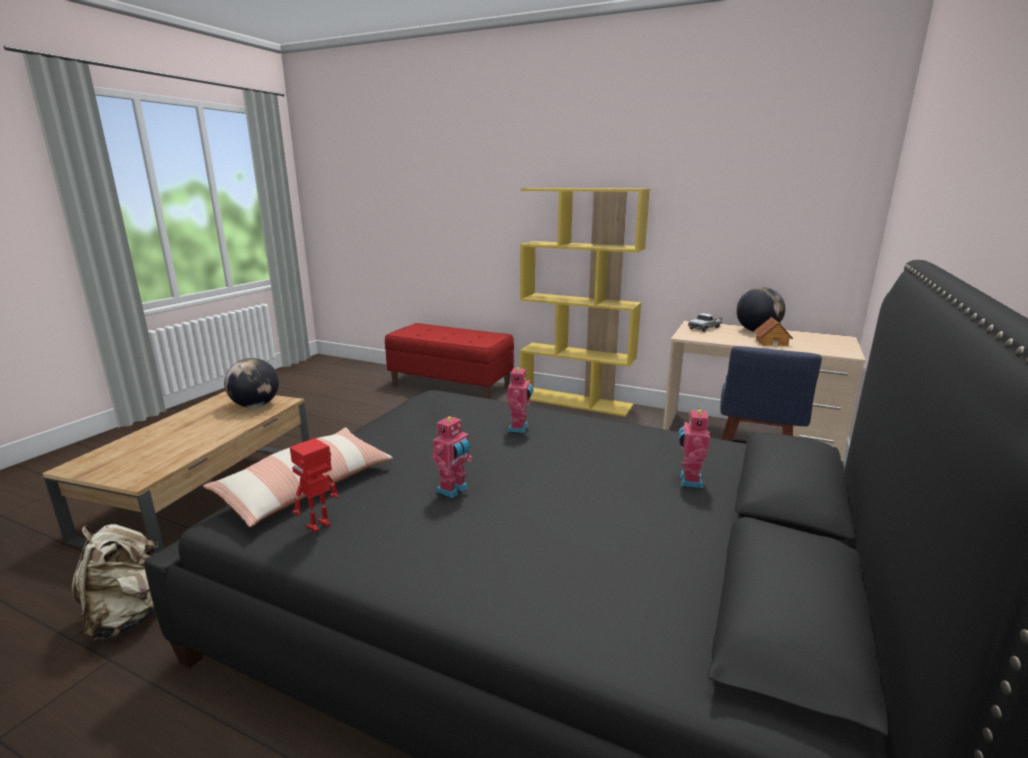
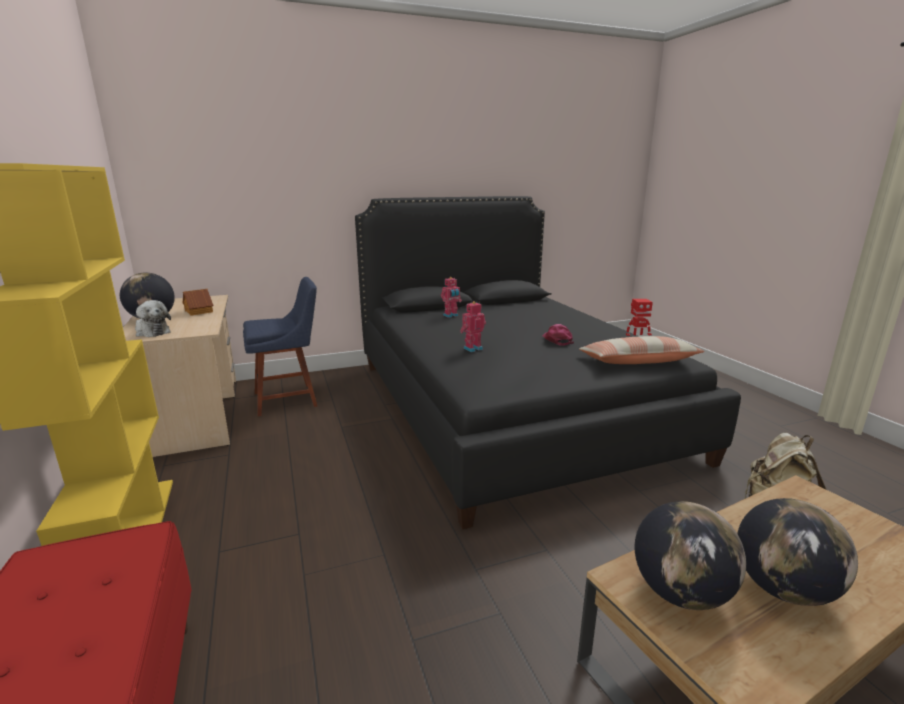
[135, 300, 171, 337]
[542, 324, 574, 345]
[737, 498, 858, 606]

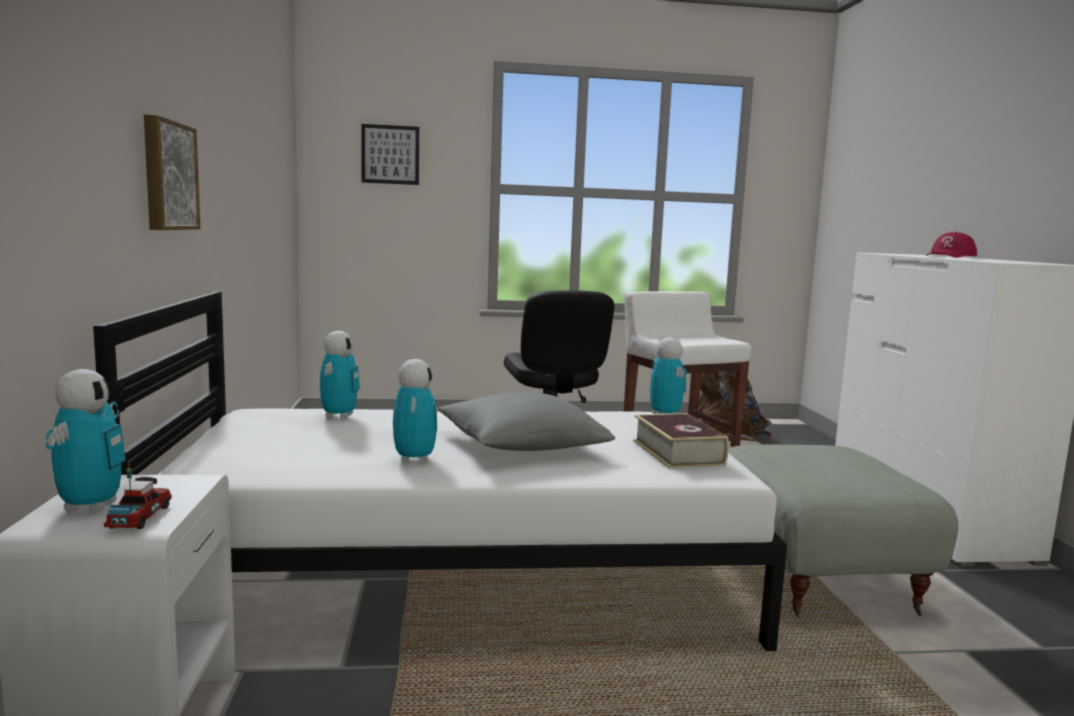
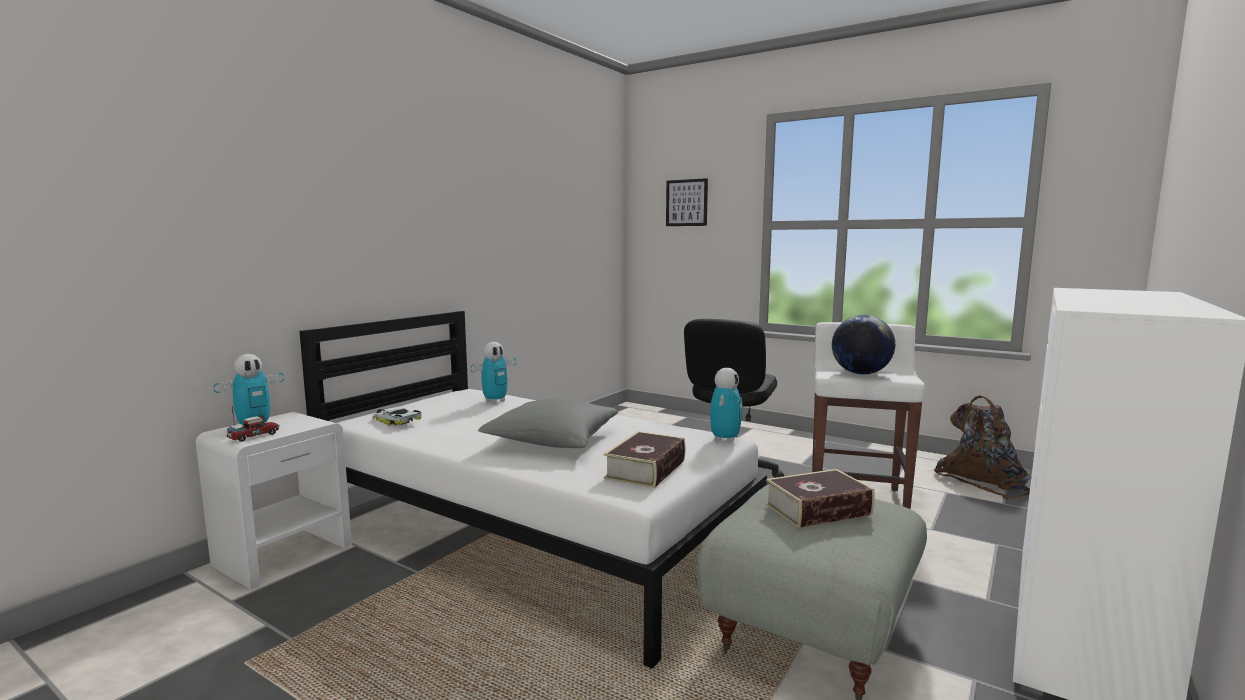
[373, 408, 422, 426]
[765, 469, 875, 528]
[832, 315, 895, 375]
[144, 115, 200, 230] (first image)
[393, 359, 437, 463] (first image)
[926, 232, 977, 258] (first image)

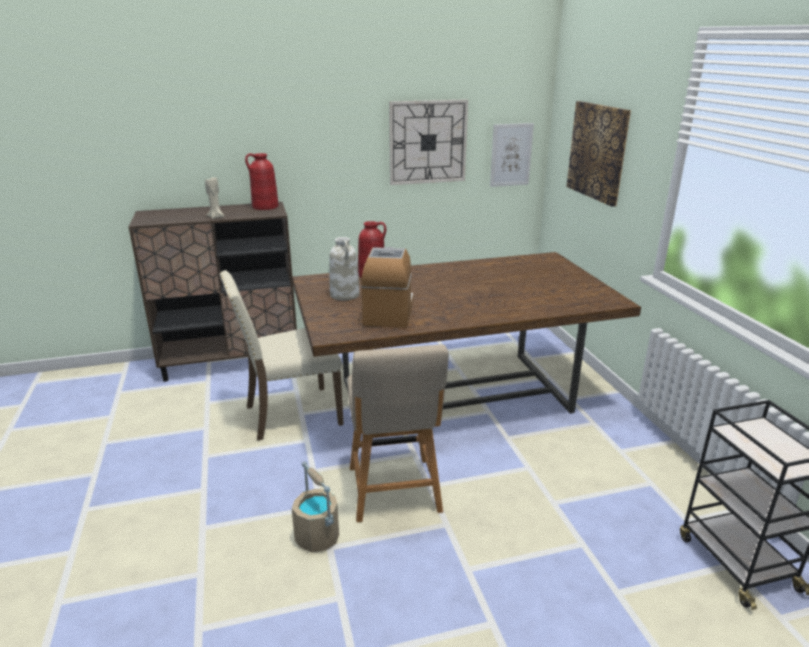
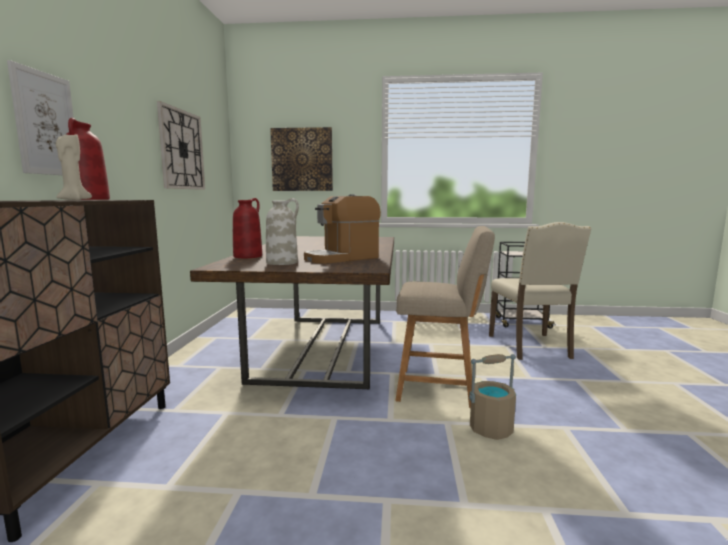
[7, 60, 74, 175]
[304, 194, 381, 264]
[489, 222, 592, 360]

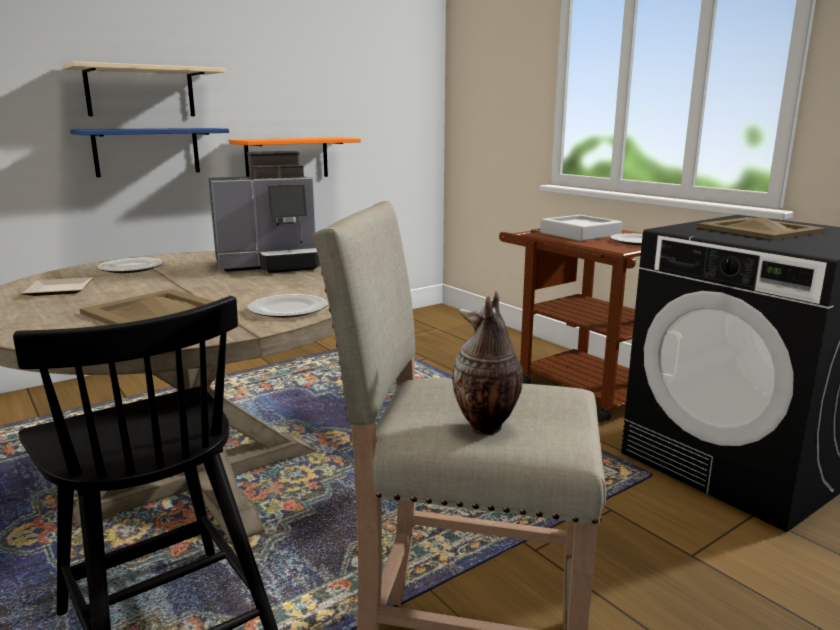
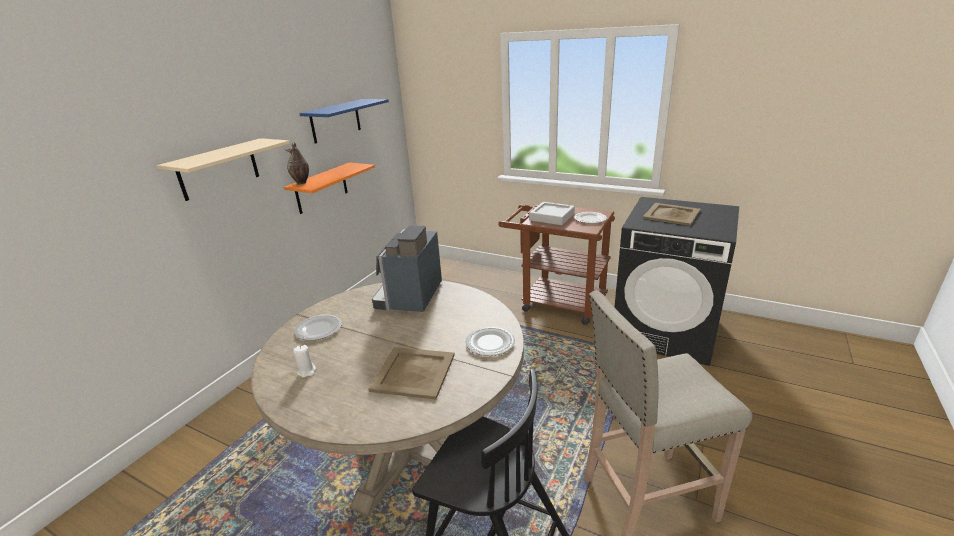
[285, 142, 309, 184]
[293, 345, 316, 377]
[299, 99, 389, 144]
[372, 225, 442, 312]

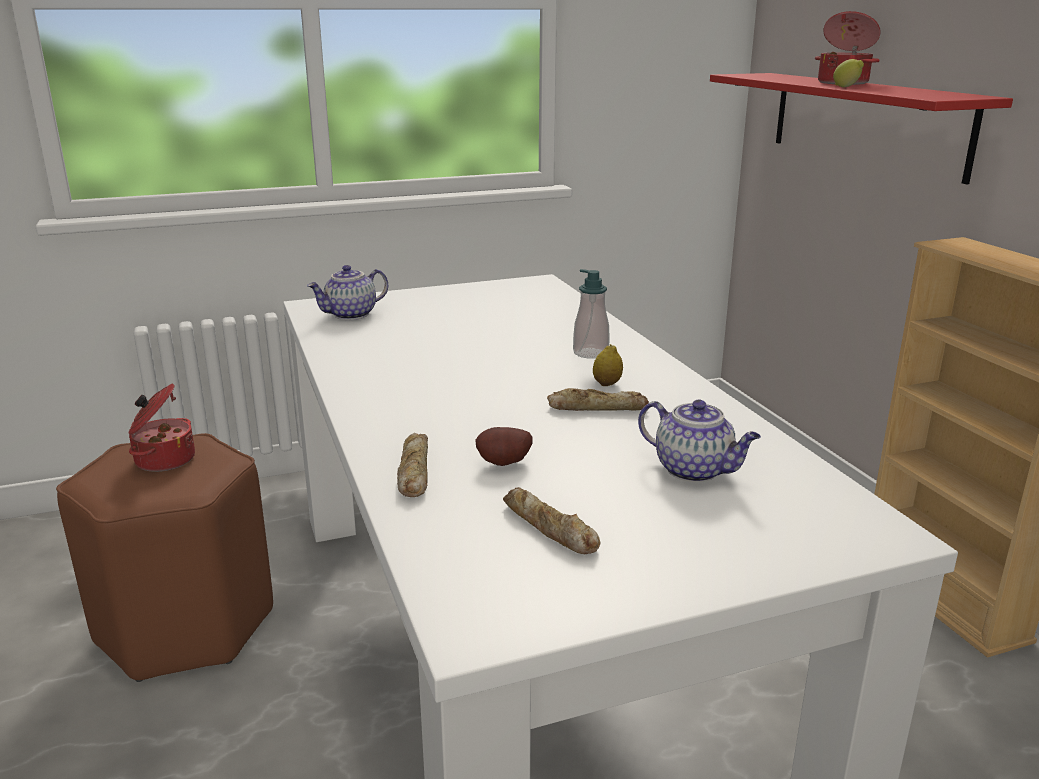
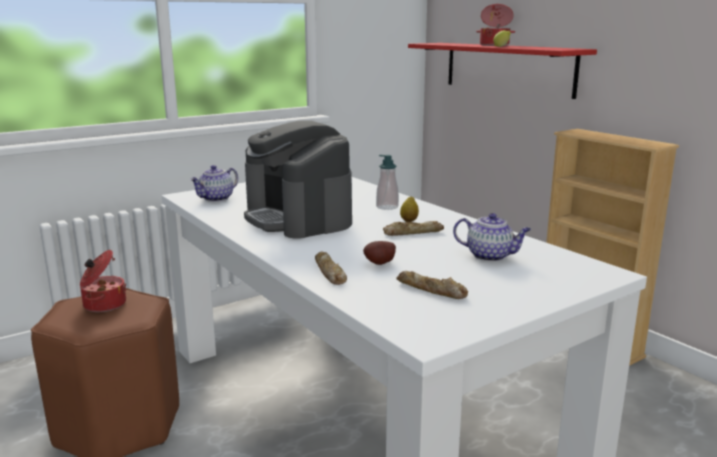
[244, 121, 352, 238]

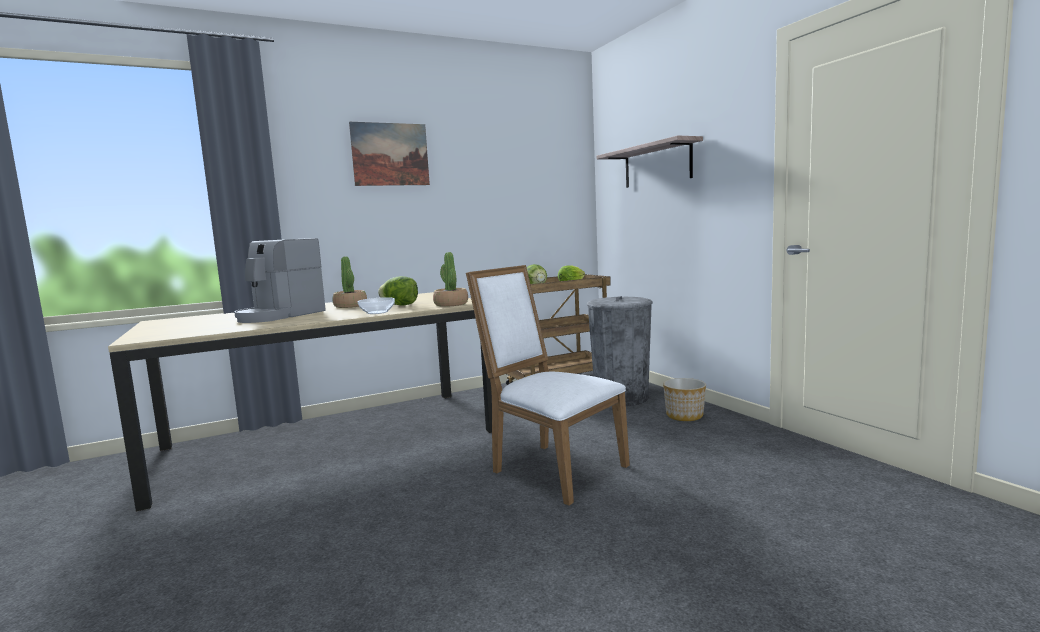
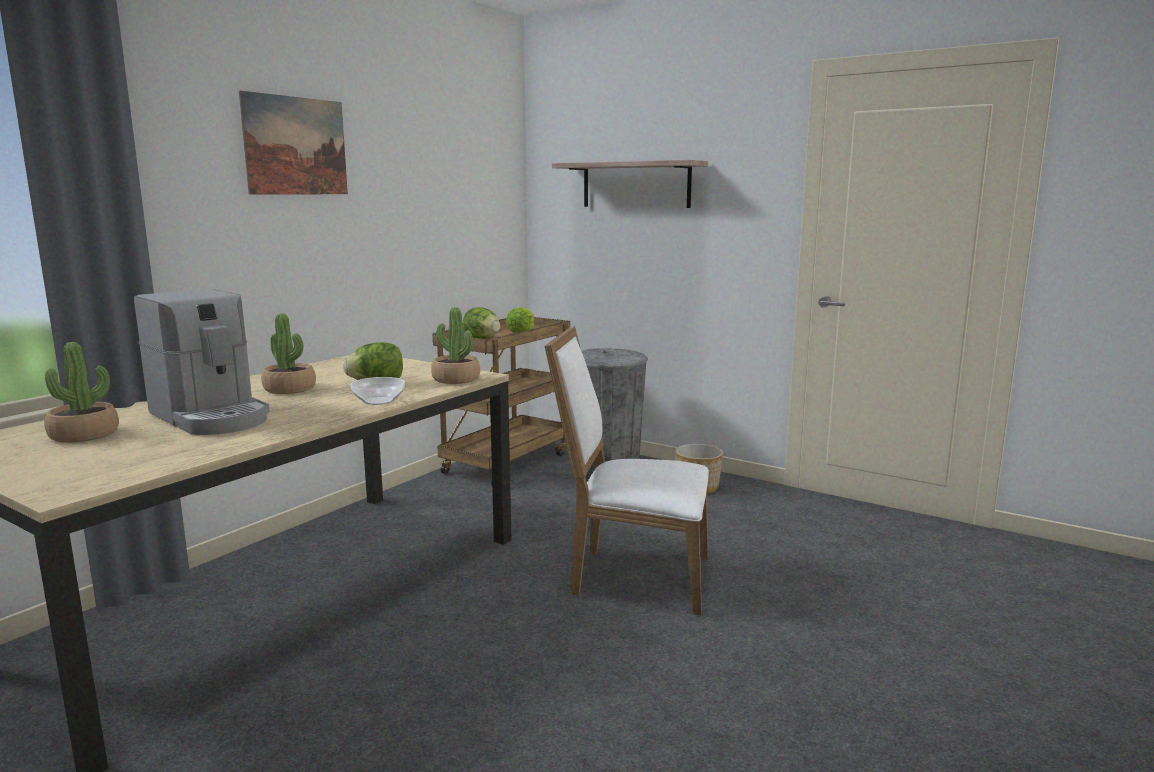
[44, 342, 119, 443]
[134, 289, 270, 435]

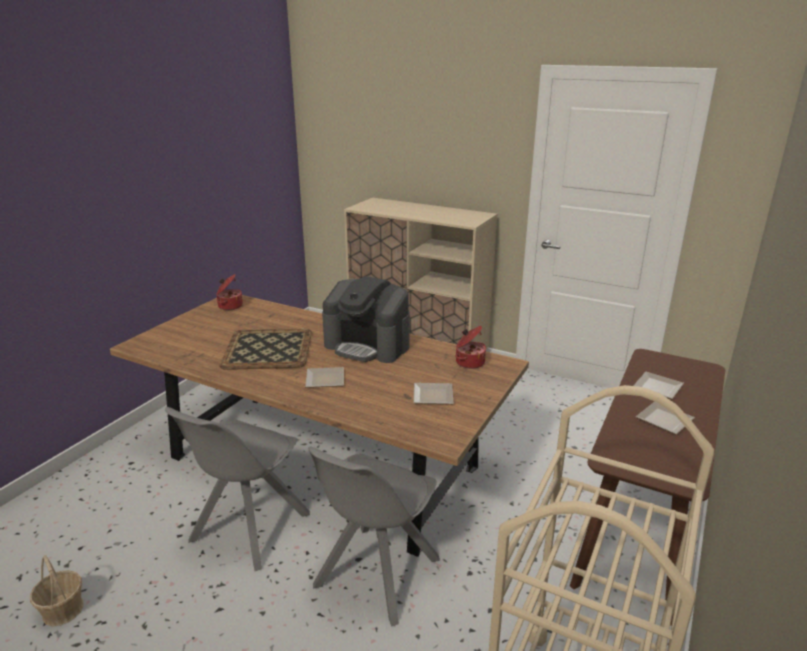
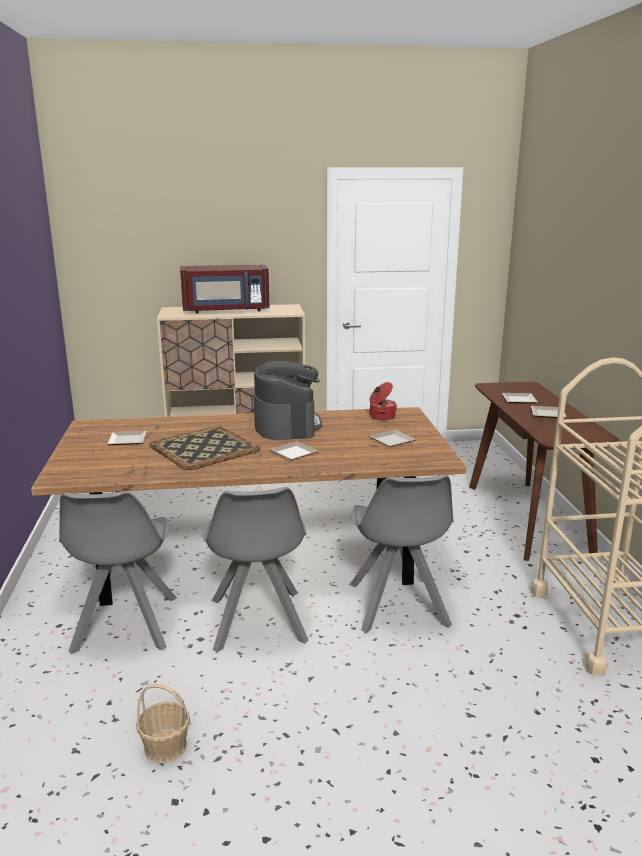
[59, 491, 177, 654]
[107, 431, 146, 445]
[180, 264, 270, 313]
[254, 361, 322, 440]
[216, 274, 243, 310] (first image)

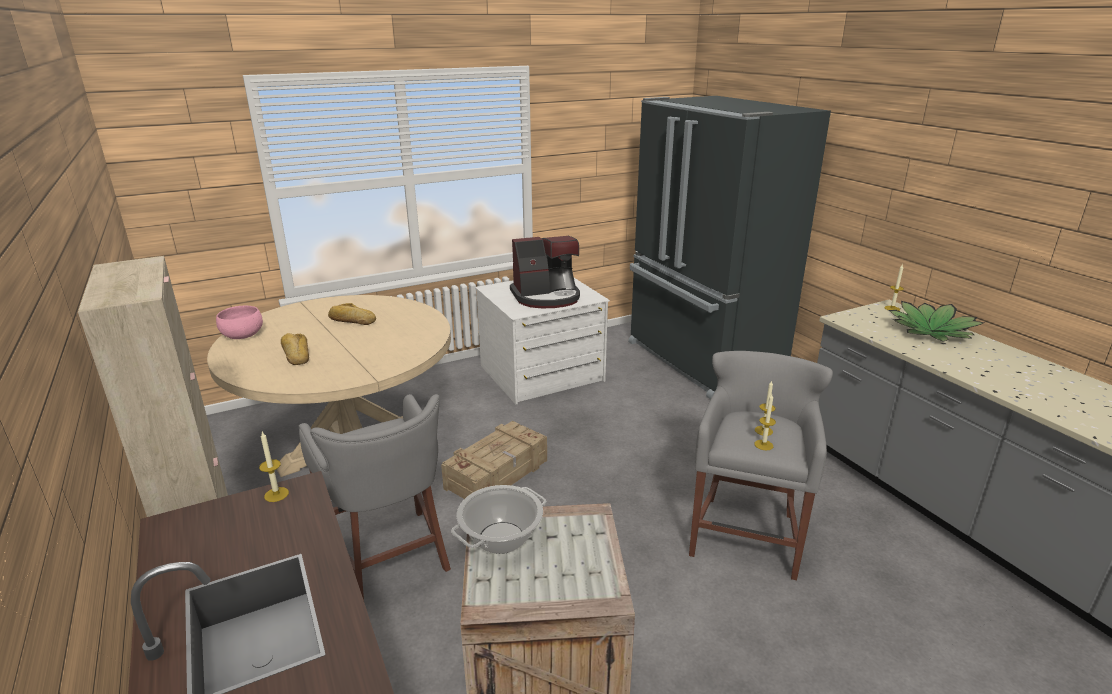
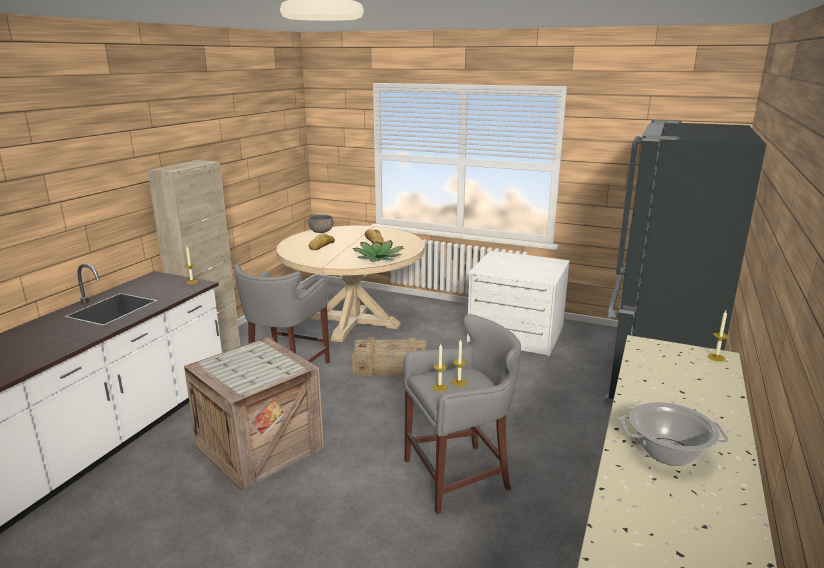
[308, 215, 333, 233]
[352, 240, 404, 262]
[620, 402, 729, 466]
[510, 236, 580, 308] (first image)

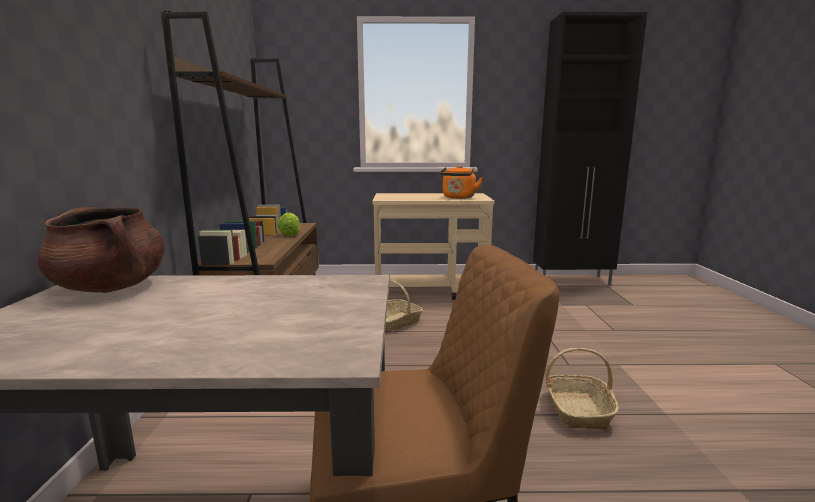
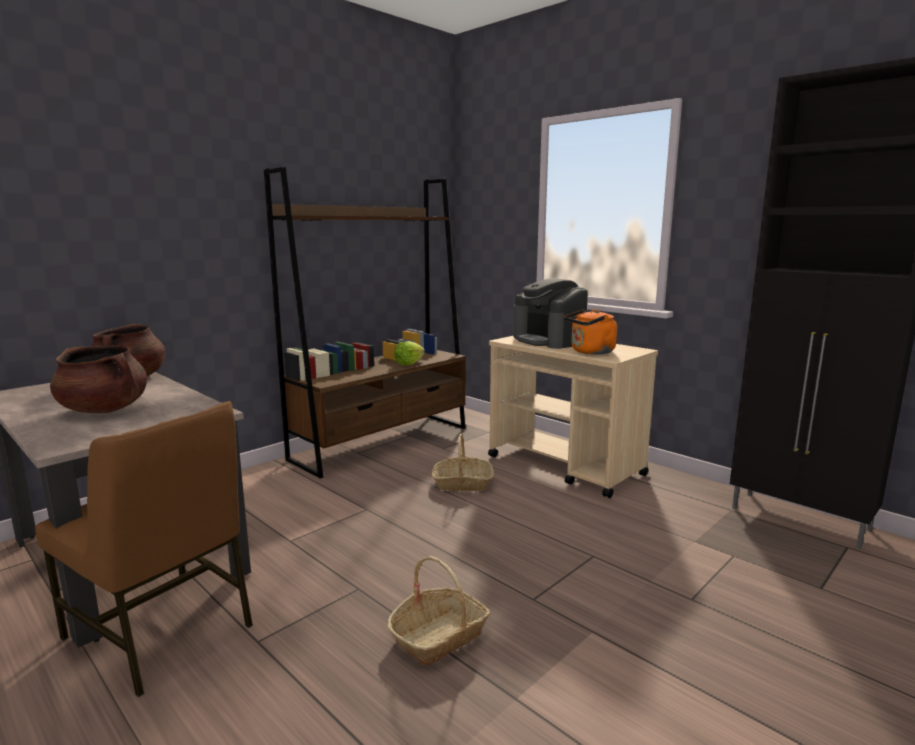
[50, 345, 147, 413]
[513, 278, 588, 349]

